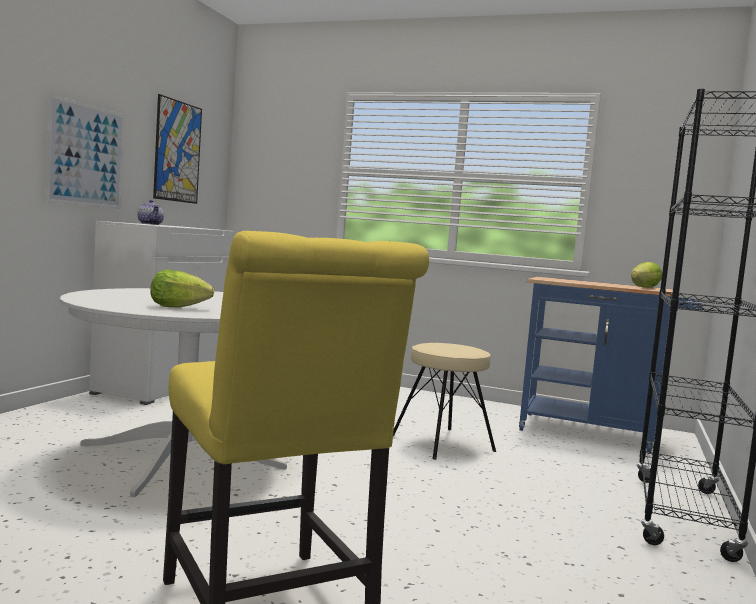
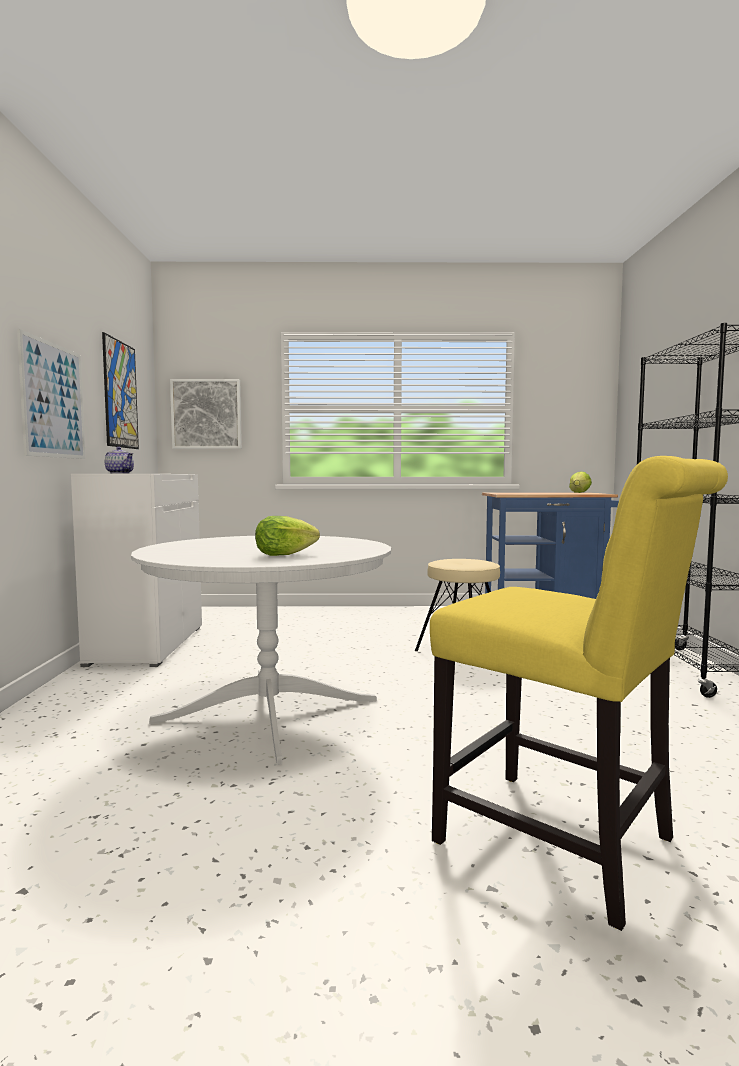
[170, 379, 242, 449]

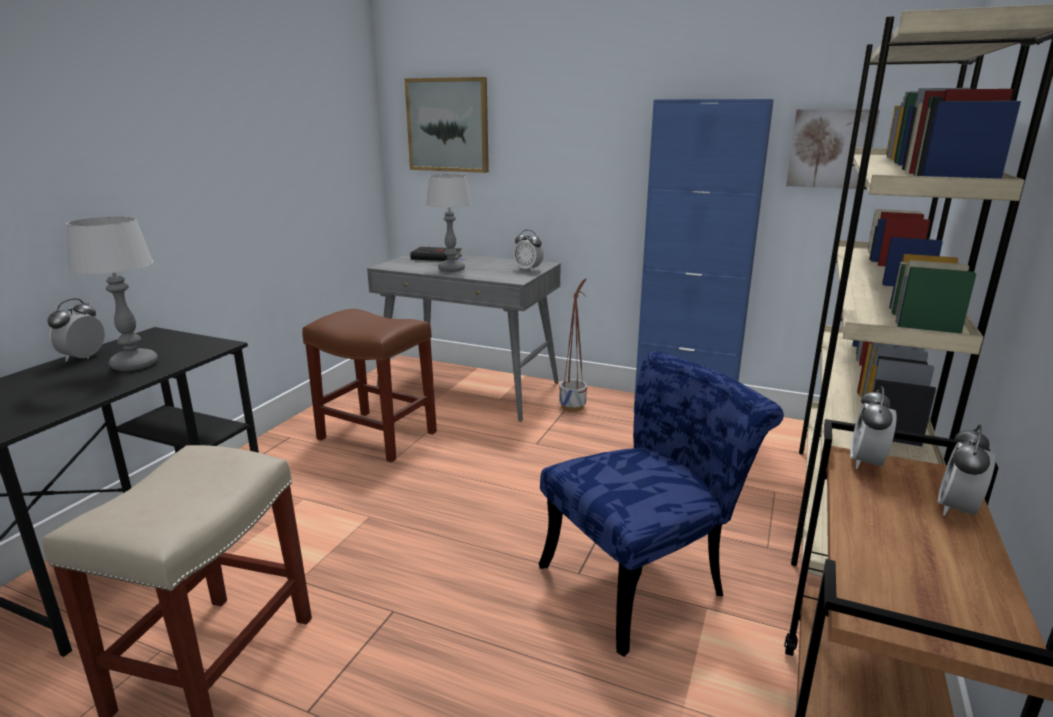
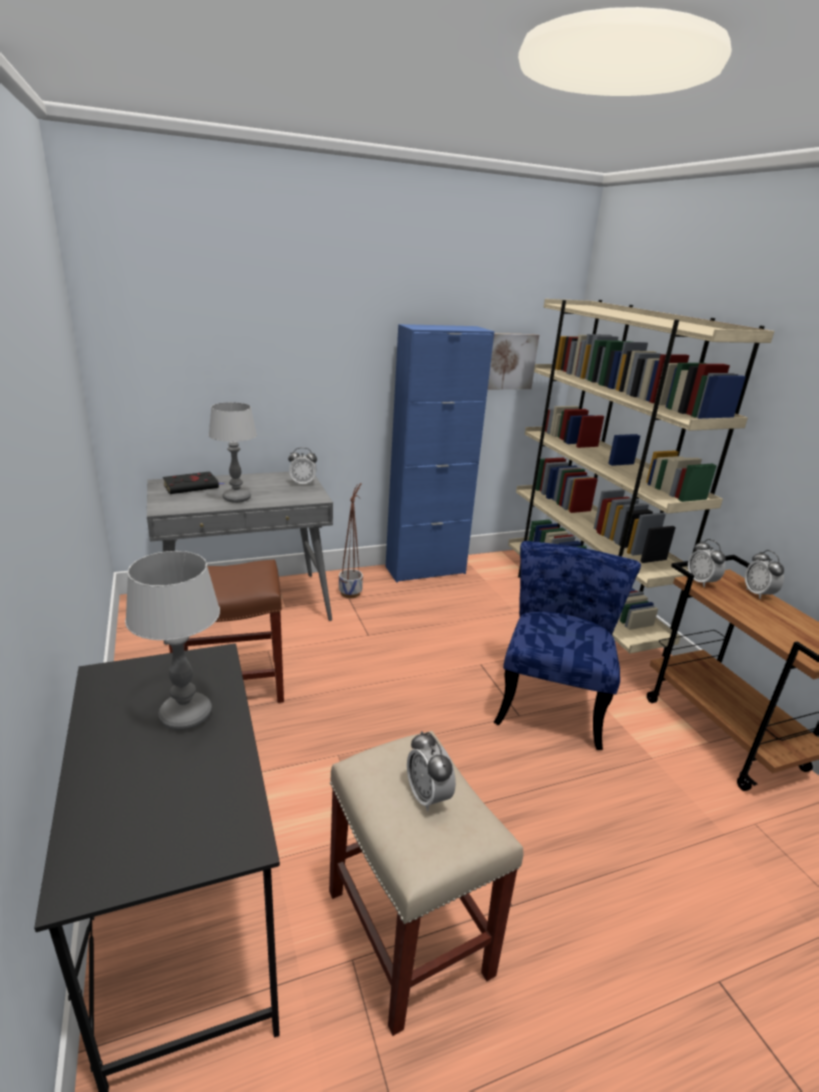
[407, 731, 456, 812]
[404, 77, 489, 173] (first image)

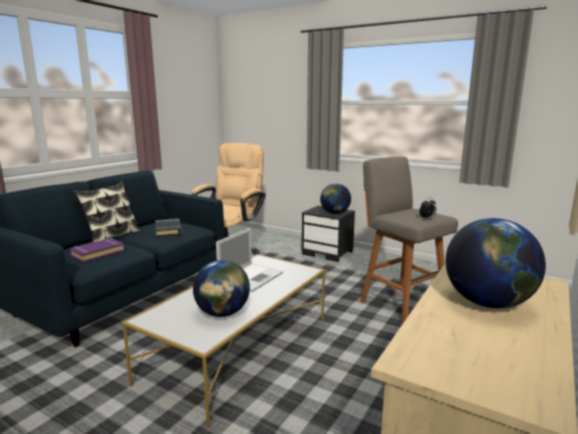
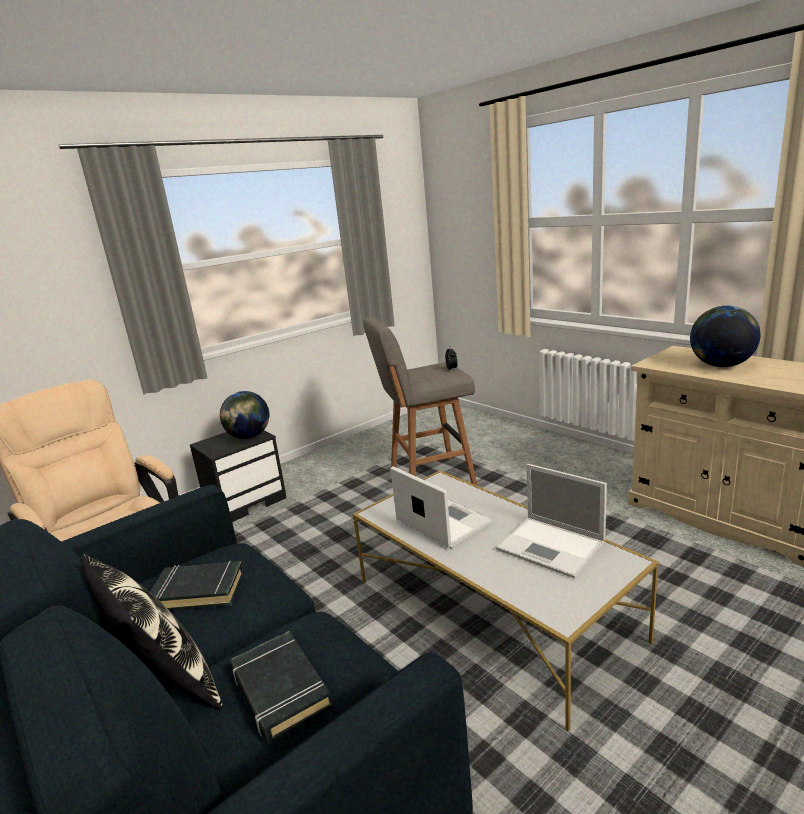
[230, 631, 333, 744]
[496, 464, 607, 578]

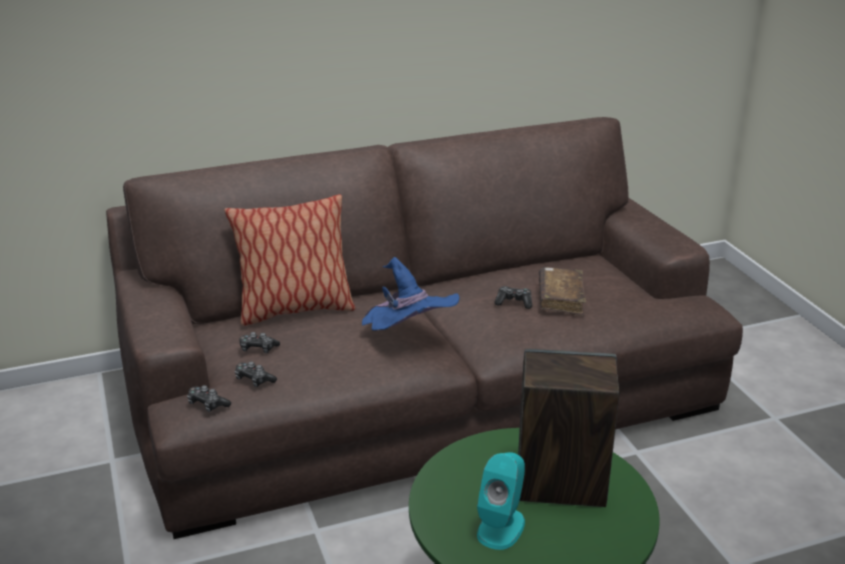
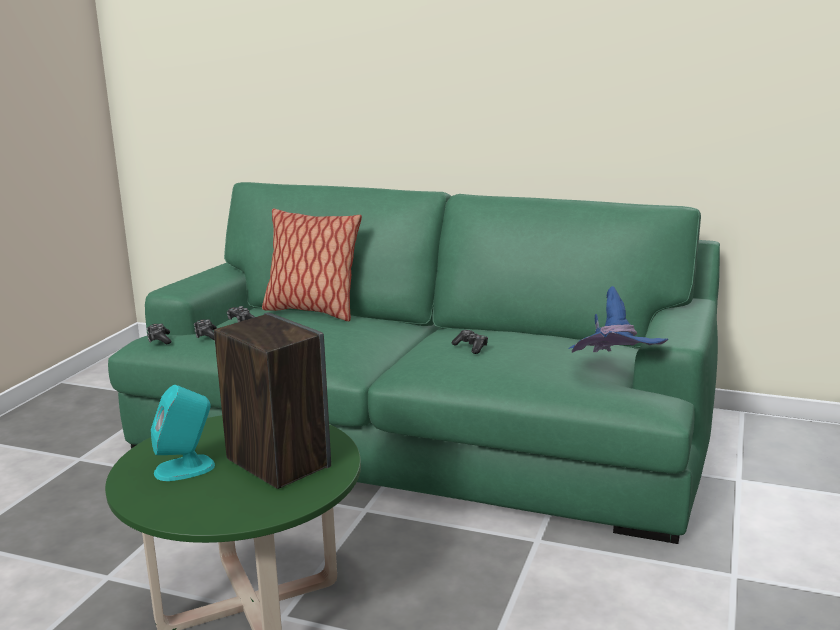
[108, 182, 720, 544]
[568, 286, 668, 353]
[539, 267, 586, 316] (first image)

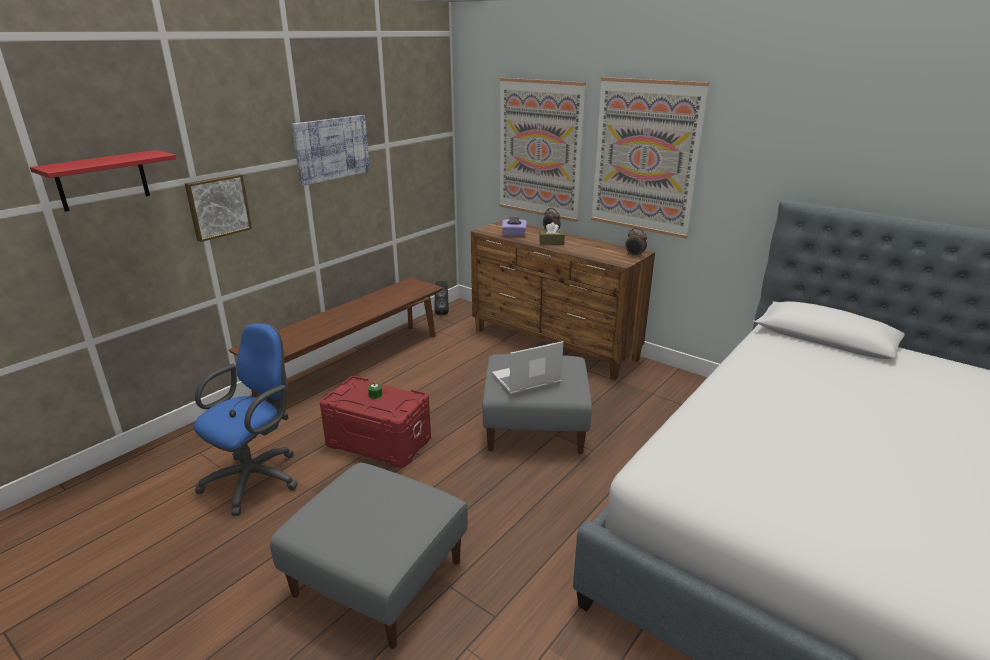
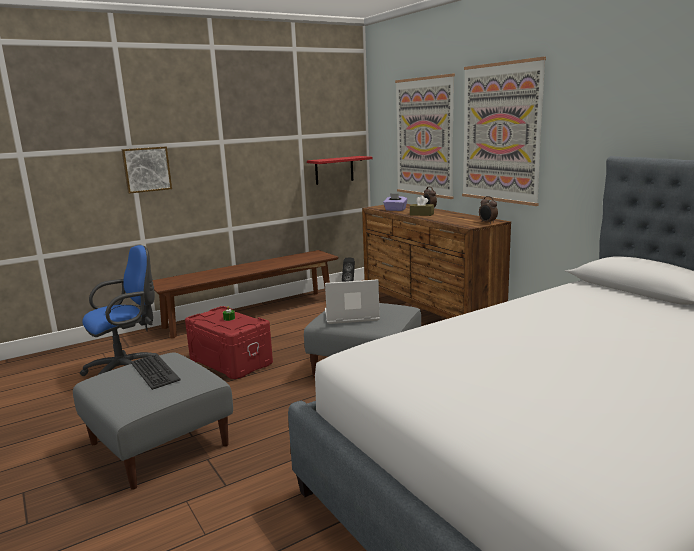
[131, 354, 181, 390]
[307, 156, 373, 185]
[292, 115, 370, 186] (first image)

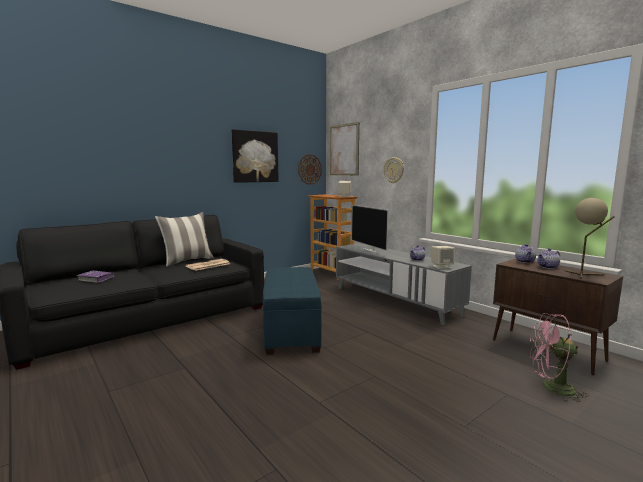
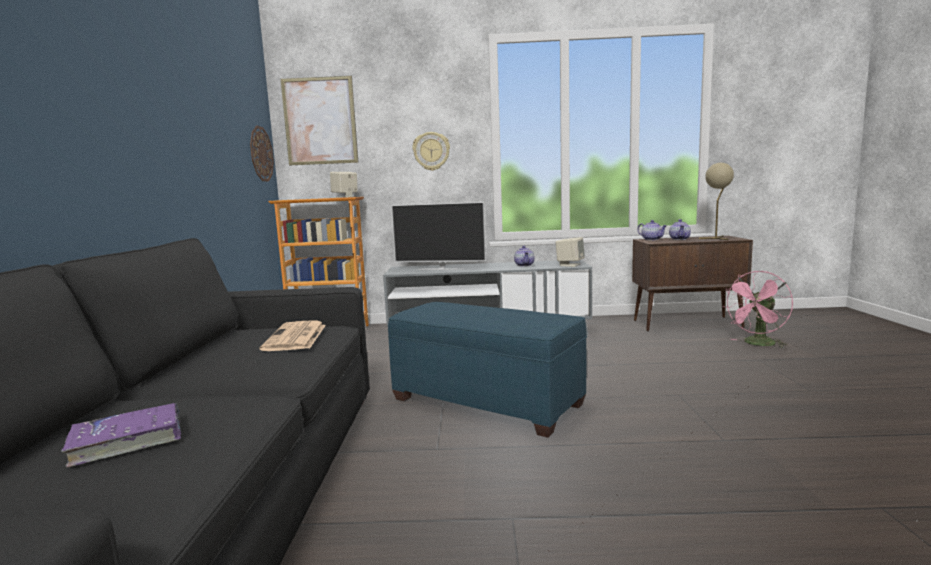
[155, 212, 214, 267] (first image)
[232, 129, 279, 183] (first image)

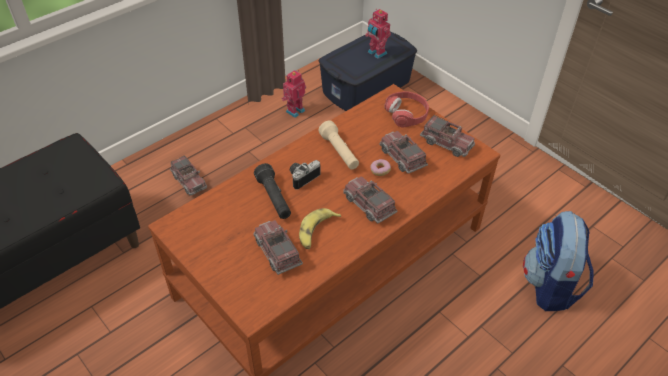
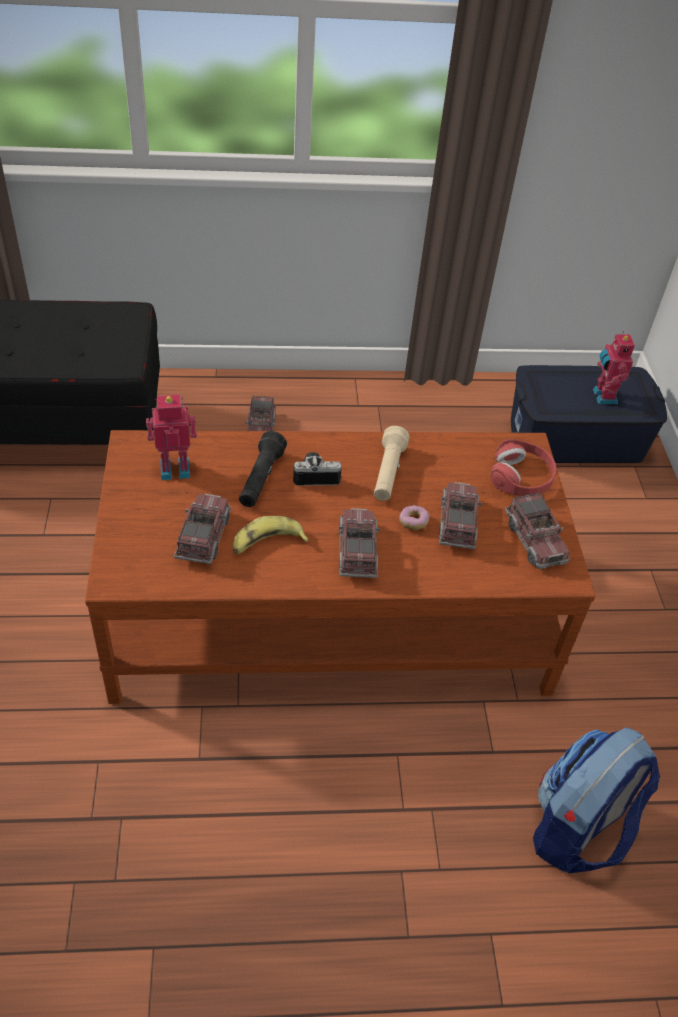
[146, 394, 197, 480]

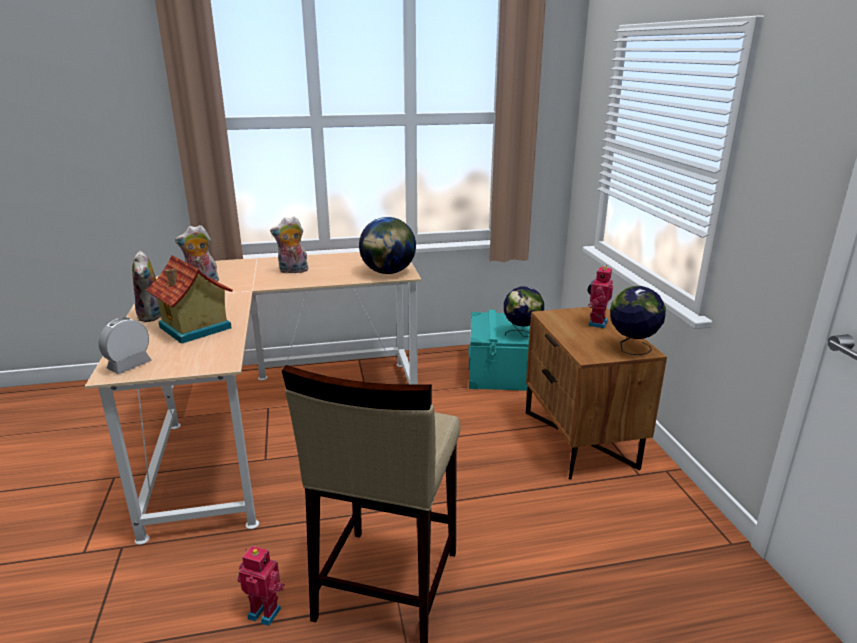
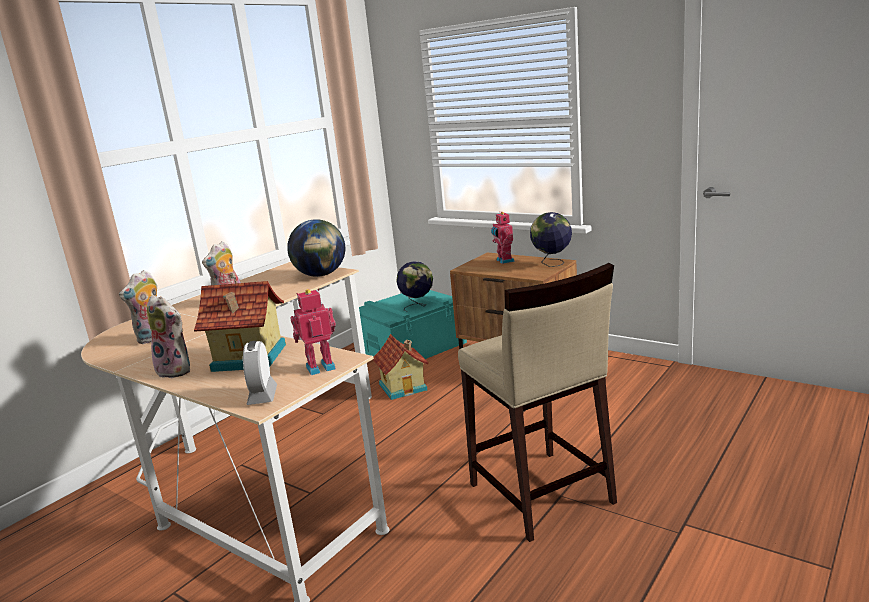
[291, 288, 336, 375]
[373, 334, 429, 400]

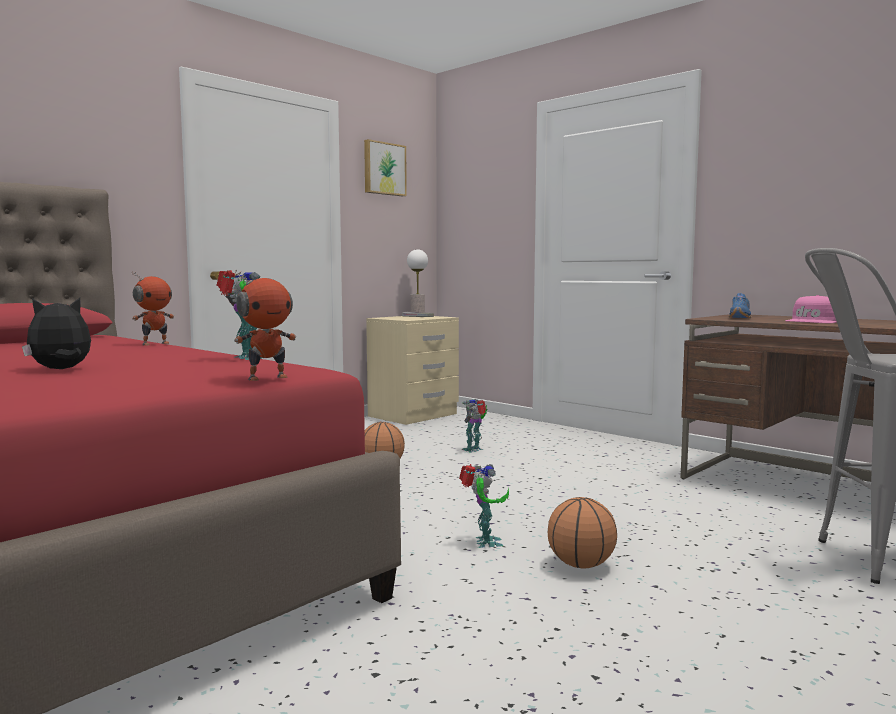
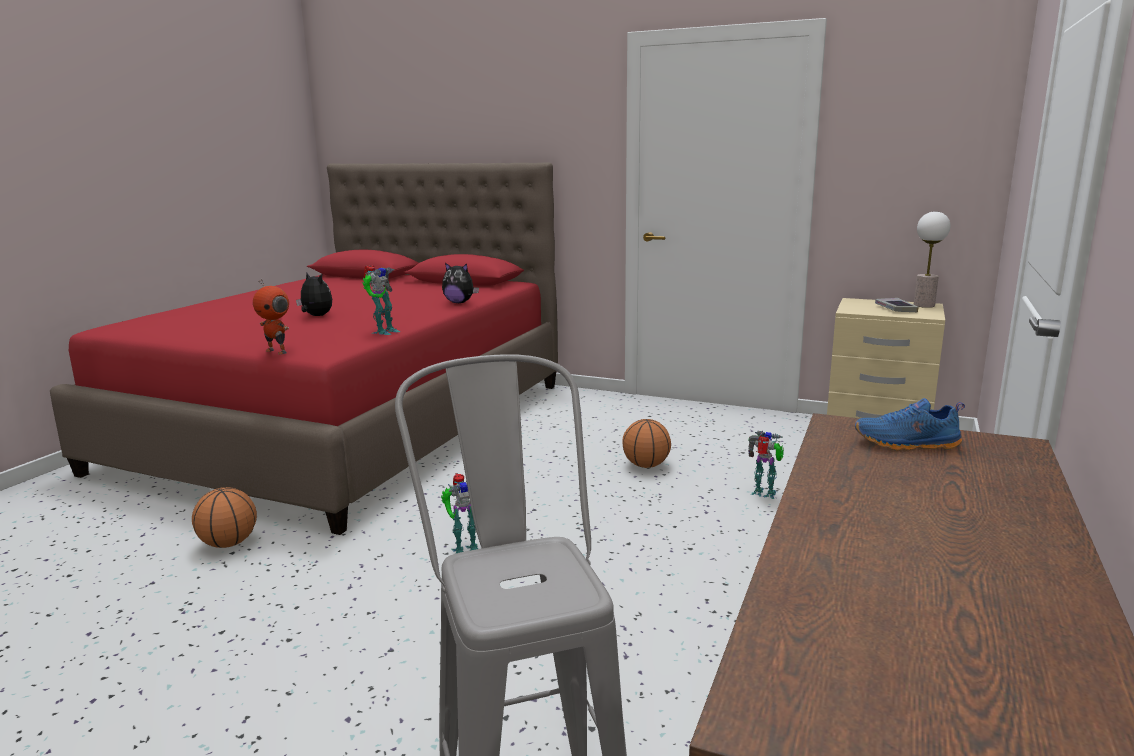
[192, 487, 257, 548]
[442, 263, 479, 303]
[364, 139, 407, 197] (first image)
[785, 295, 837, 323] (first image)

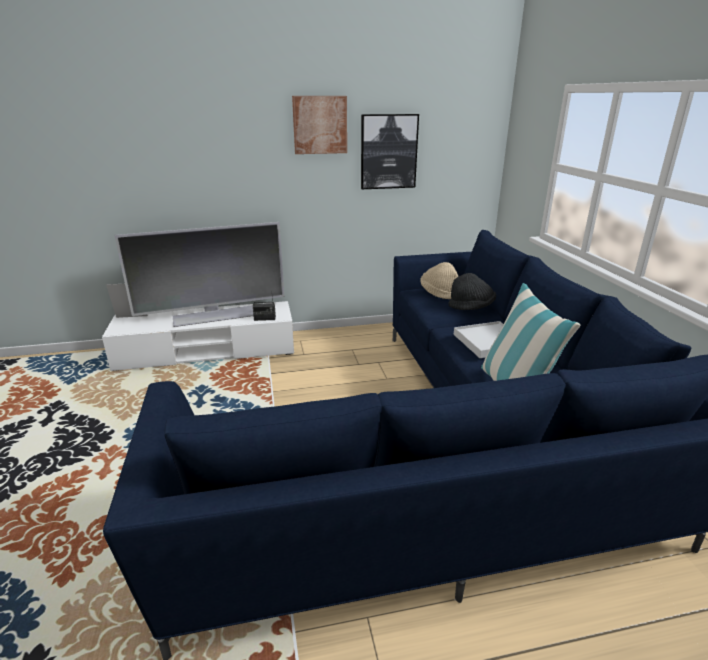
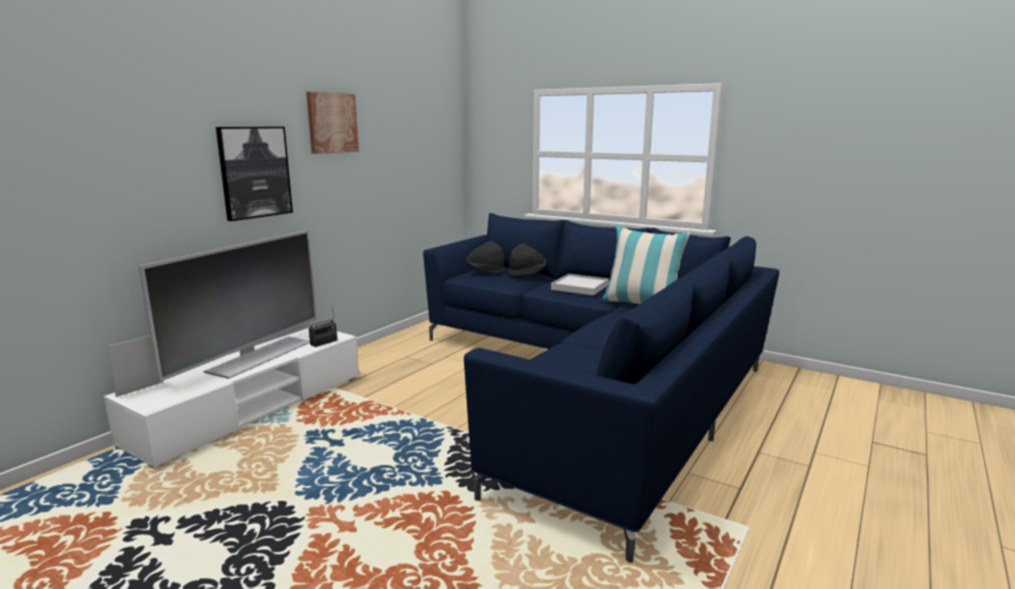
[216, 127, 293, 221]
[466, 241, 506, 275]

